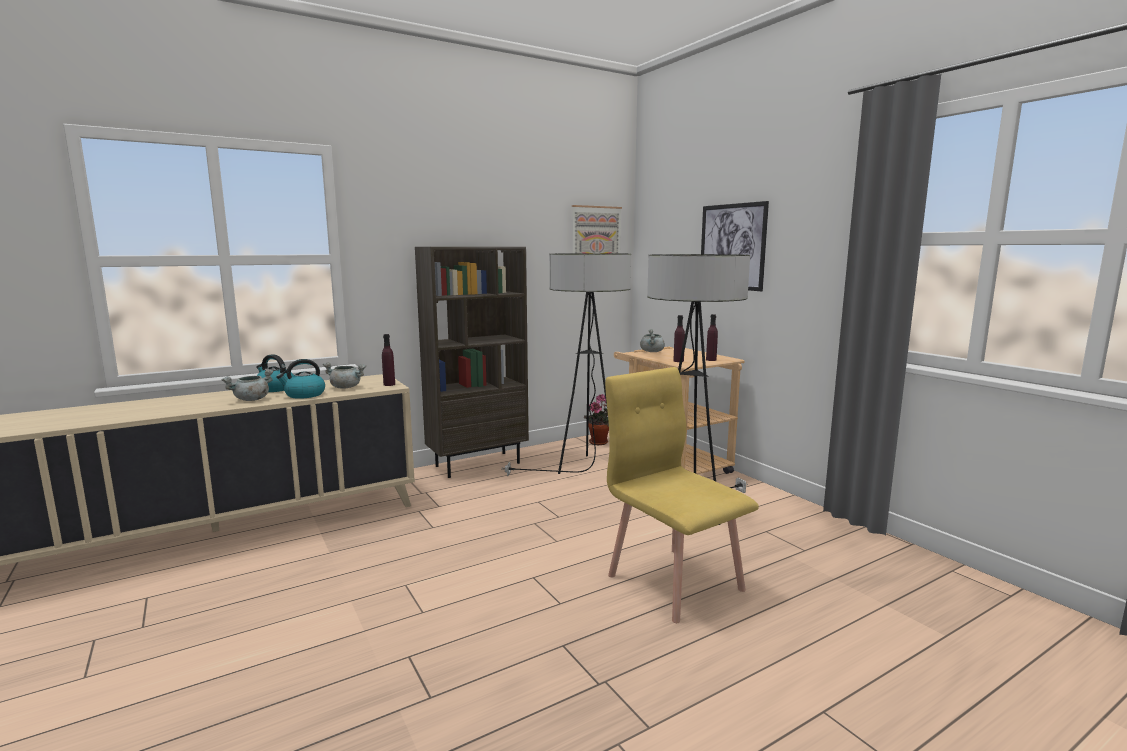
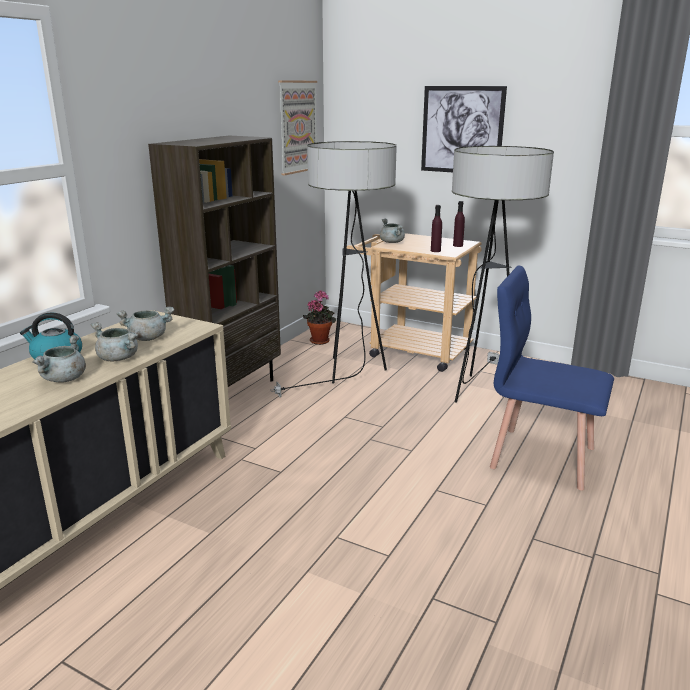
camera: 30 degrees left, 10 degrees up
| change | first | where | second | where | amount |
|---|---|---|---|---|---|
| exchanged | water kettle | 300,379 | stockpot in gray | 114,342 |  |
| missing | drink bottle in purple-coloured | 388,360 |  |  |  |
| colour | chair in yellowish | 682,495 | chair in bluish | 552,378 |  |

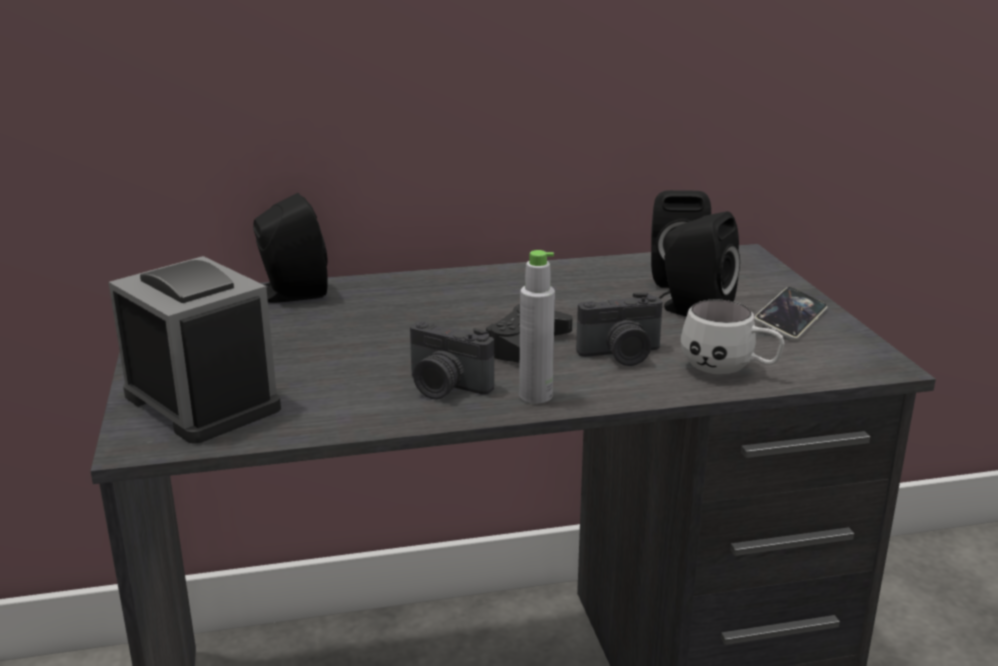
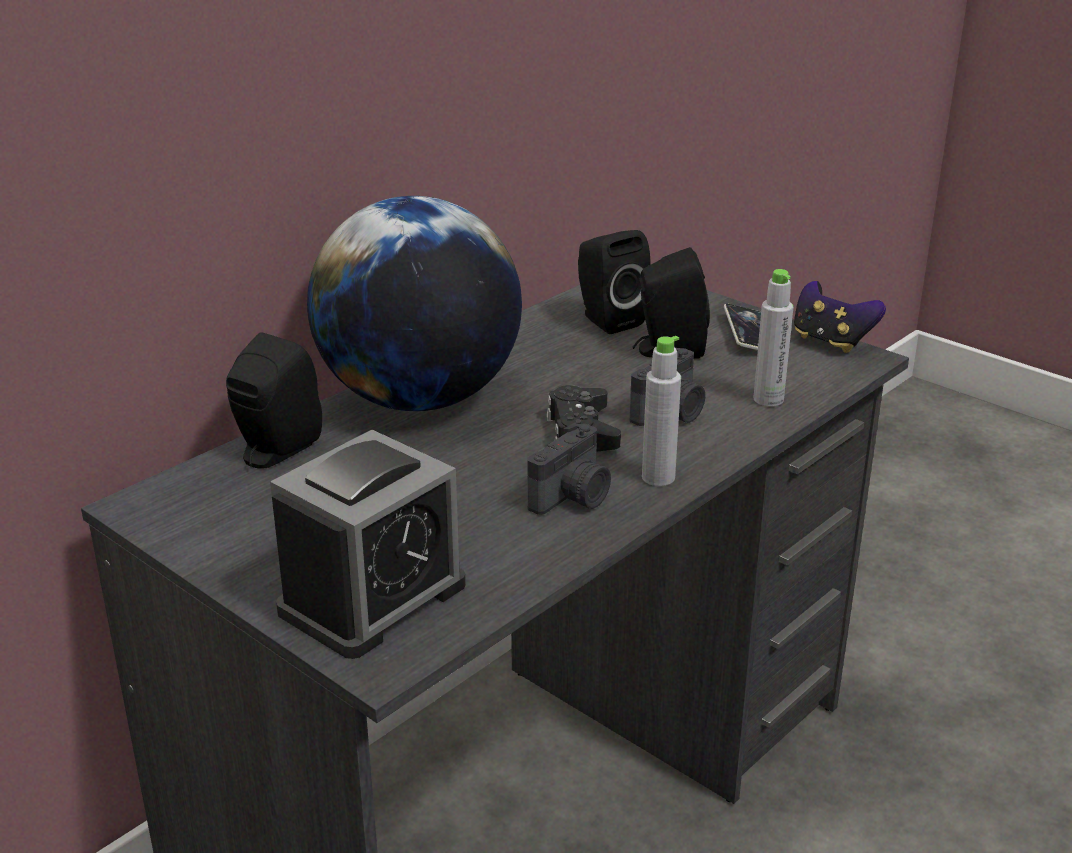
camera: 35 degrees left, 5 degrees up
| change | first | where | second | where | amount |
|---|---|---|---|---|---|
| spun | bedside clock | 195,350 |  | 368,544 | 120 degrees clockwise |
| spun | photo camera | 452,360 |  | 569,468 | 45 degrees counterclockwise |
| exchanged | tea mug in whitish | 733,336 | drink bottle in gray | 773,338 |  |
| appeared |  |  | globe | 414,303 |  |
| appeared |  |  | gamepad | 840,317 |  |

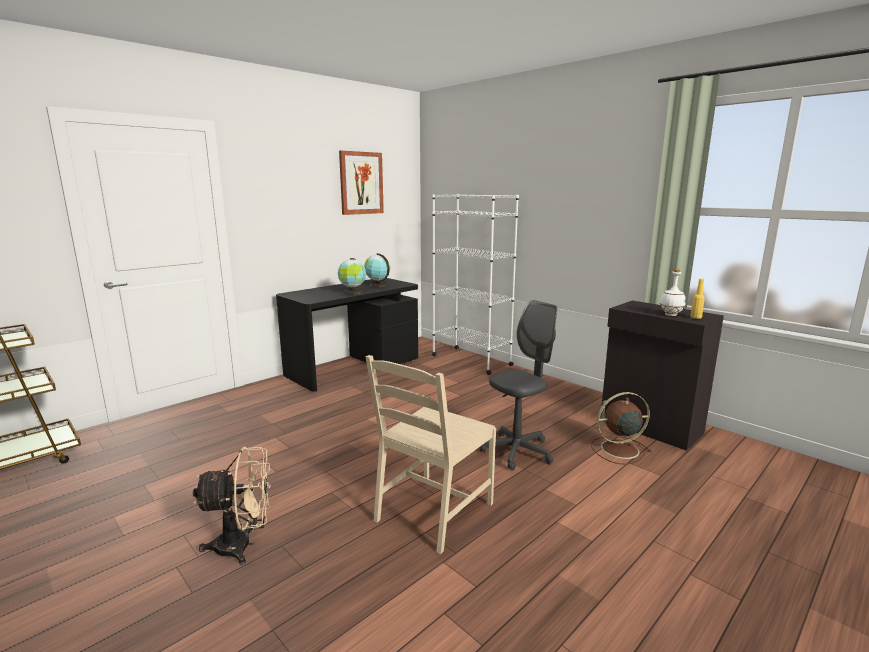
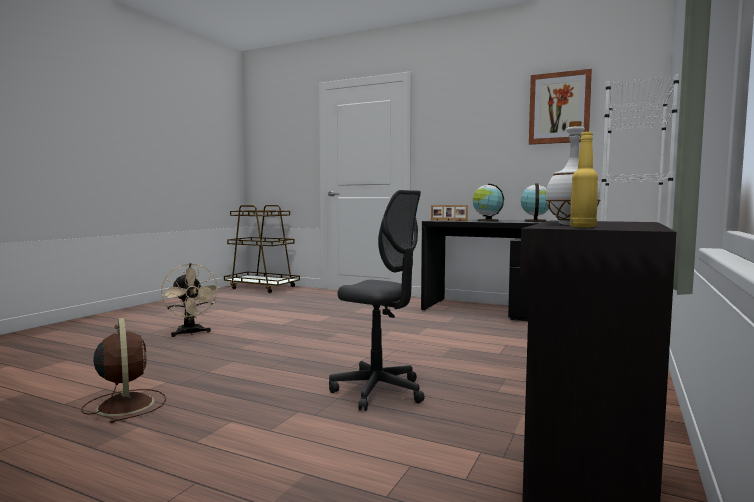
camera: 70 degrees right, 10 degrees down
| change | first | where | second | where | amount |
|---|---|---|---|---|---|
| missing | chair in beige | 430,454 |  |  |  |
| relocated | electric fan in brownish | 621,428 |  | 123,370 |  |
| appeared |  |  | photo frame | 449,213 |  |

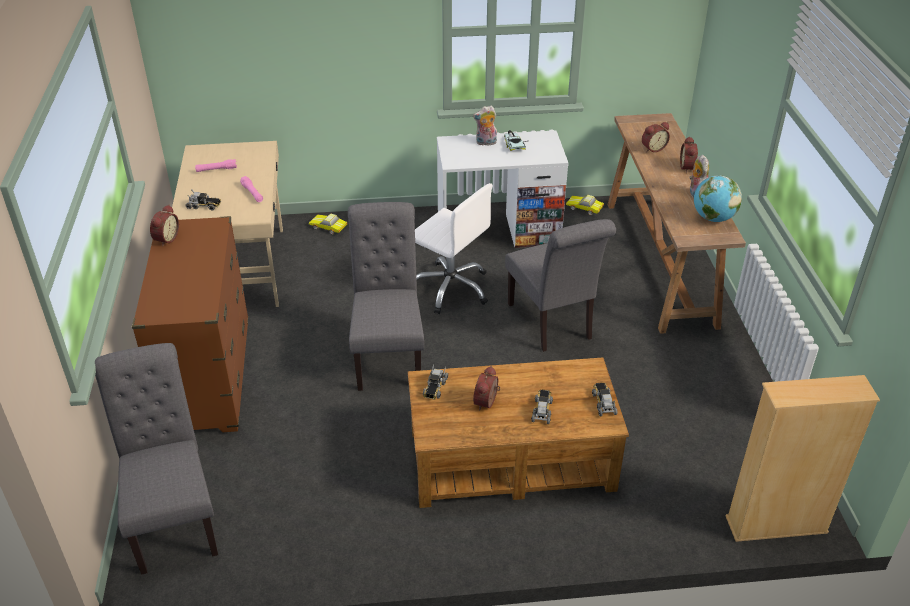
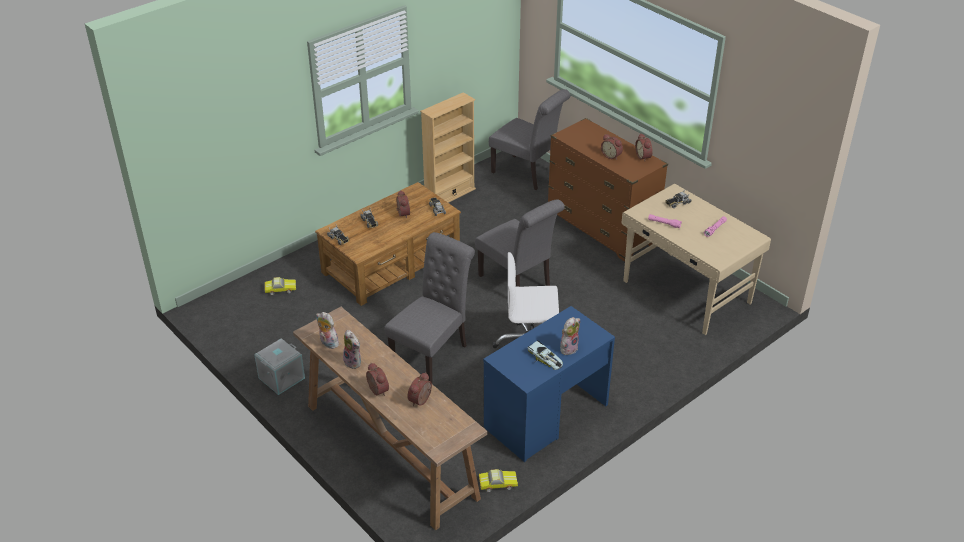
camera: 145 degrees right, 0 degrees up
| change | first | where | second | where | amount |
|---|---|---|---|---|---|
| relocated | model car | 328,224 |  | 280,286 |  |
| colour | desk table in whitish | 503,189 | desk table in bluish | 549,384 |  |
| spun | chair in gray | 560,285 |  | 429,307 | 90 degrees clockwise |
| exchanged | globe | 718,198 | cuddly toy | 327,330 |  |
| relocated | shelving unit in beige | 803,458 |  | 448,147 |  |
| appeared |  |  | storage box in gray | 279,366 |  |
| appeared |  |  | bedside clock | 612,147 |  |

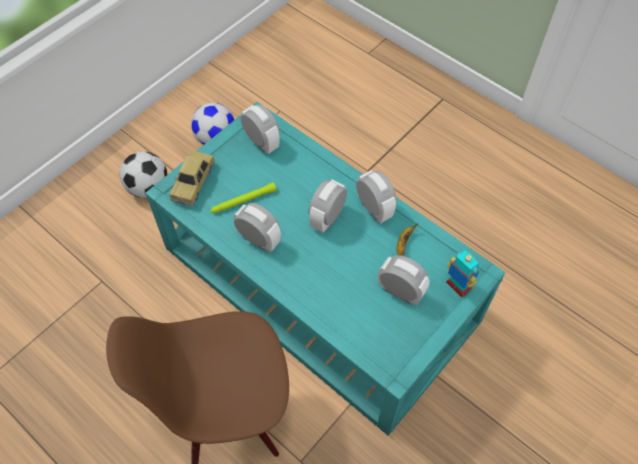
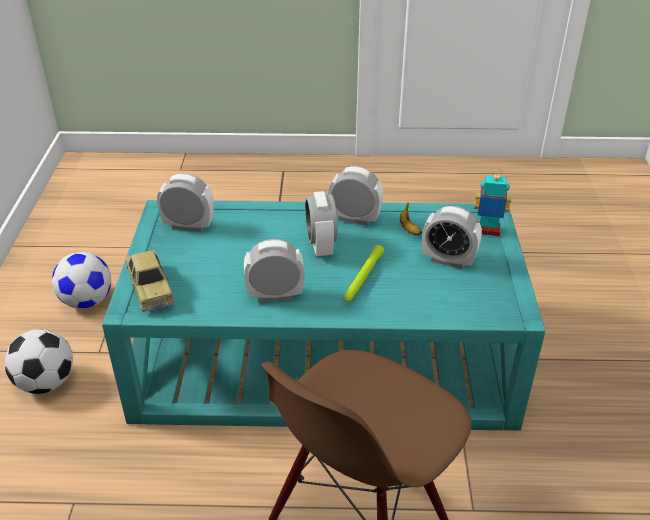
camera: 40 degrees left, 20 degrees down
| change | first | where | second | where | amount |
|---|---|---|---|---|---|
| relocated | flashlight in greenish | 243,197 |  | 364,273 |  |
| spun | bedside clock | 404,280 |  | 452,237 | 150 degrees counterclockwise |

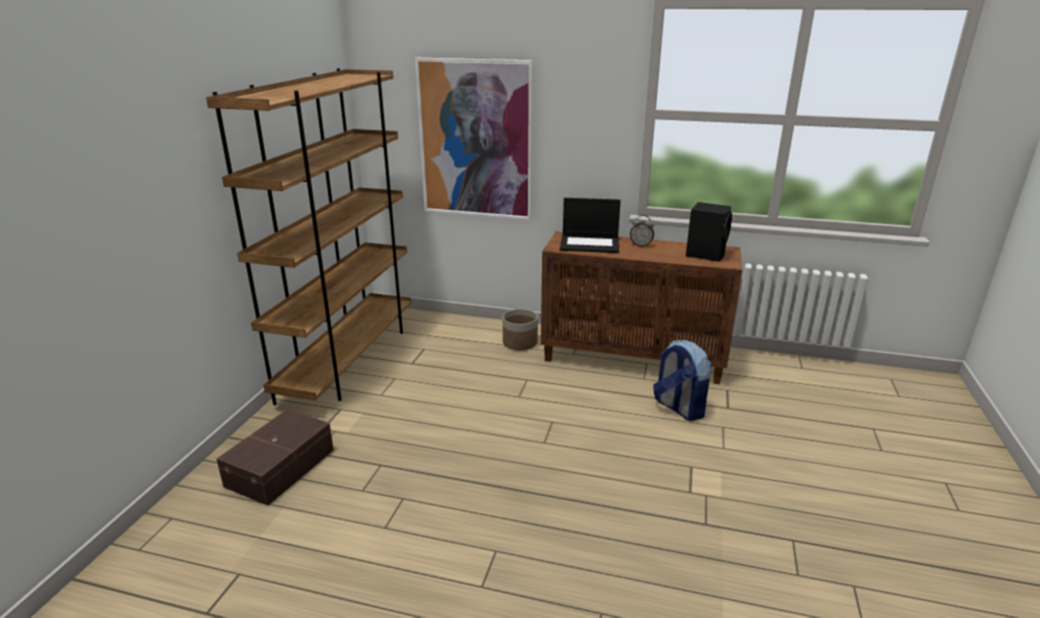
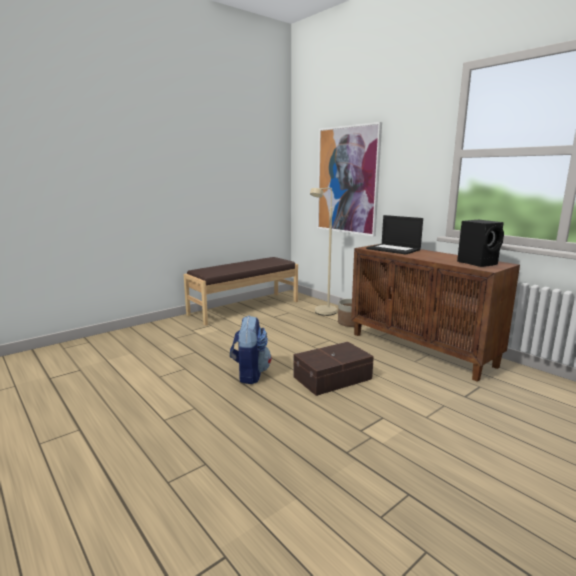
camera: 35 degrees right, 10 degrees down
| change | first | where | second | where | amount |
|---|---|---|---|---|---|
| exchanged | shelving unit in brownish | 308,236 | long seat in brownish | 240,291 |  |
| relocated | storage box in brownish | 275,457 |  | 334,369 |  |
| missing | bedside clock | 642,231 |  |  |  |
| relocated | knapsack | 682,380 |  | 250,350 |  |
| appeared |  |  | standard lamp in beige | 323,252 |  |

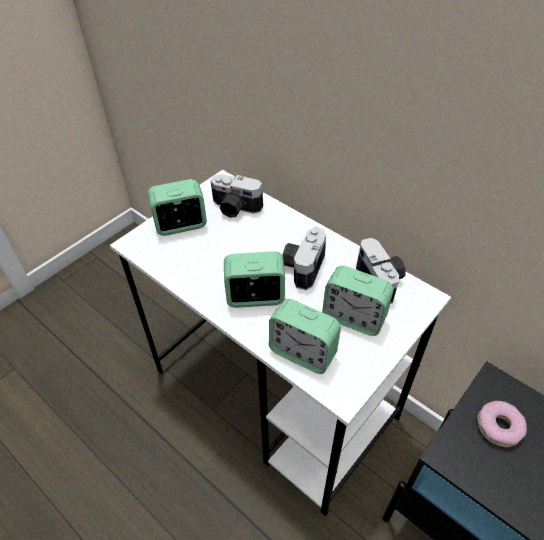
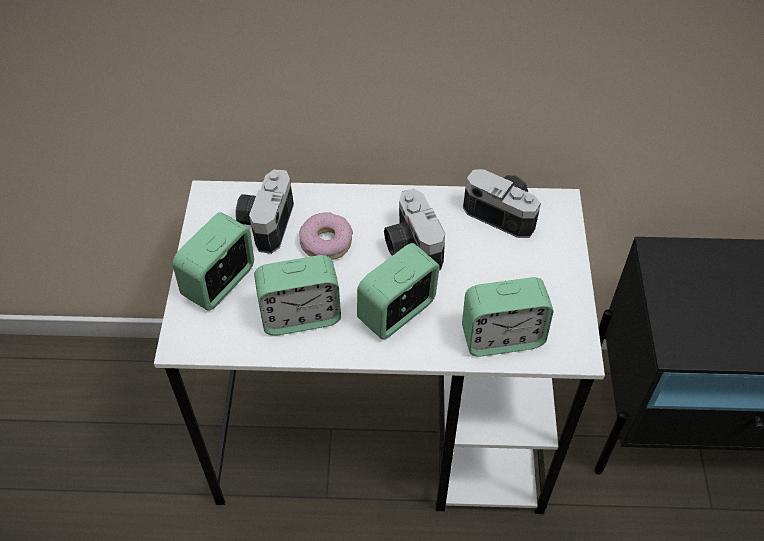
camera: 40 degrees left, 5 degrees up
| change | first | where | second | where | amount |
|---|---|---|---|---|---|
| spun | photo camera | 237,196 |  | 265,211 | 120 degrees clockwise |
| relocated | bedside clock | 358,301 |  | 297,295 |  |
| relocated | doughnut | 502,424 |  | 326,236 |  |

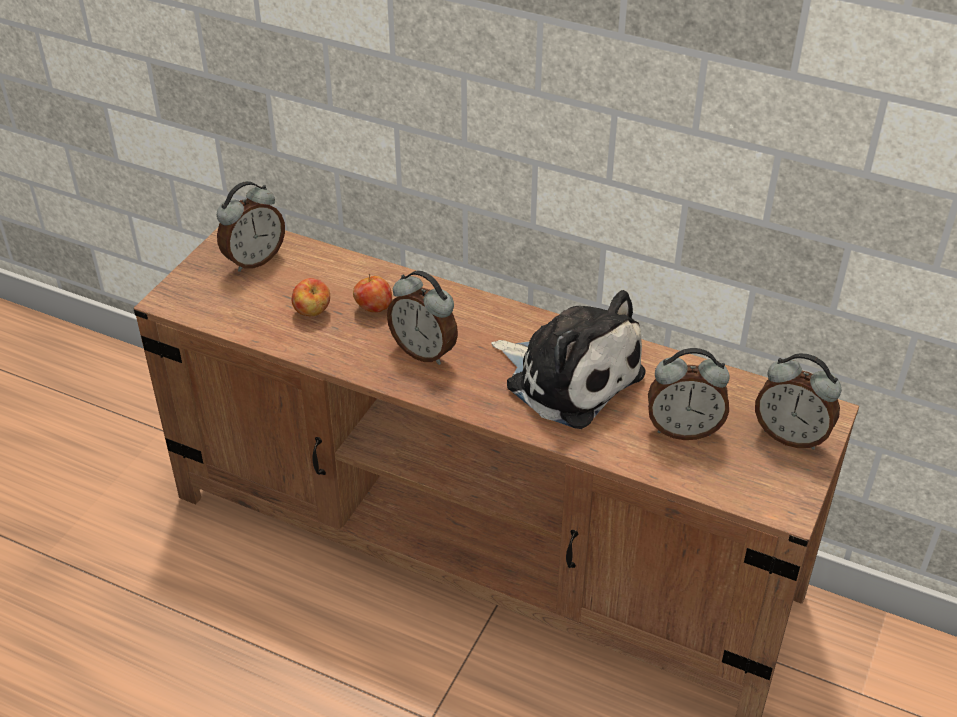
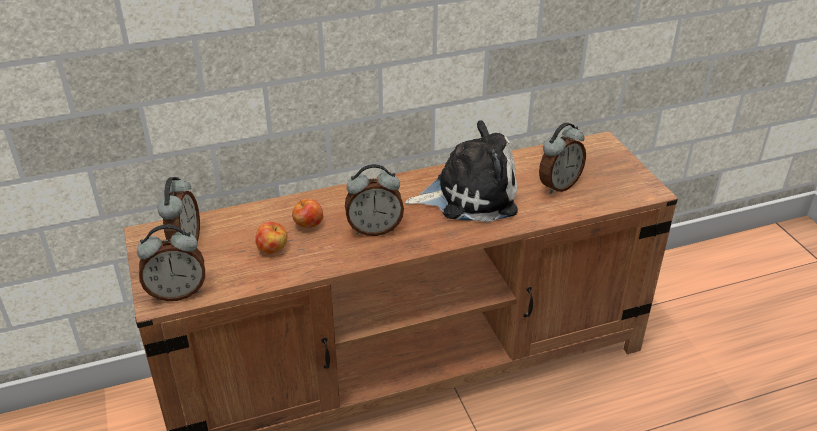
camera: 45 degrees left, 5 degrees down
| change | first | where | second | where | amount |
|---|---|---|---|---|---|
| relocated | bedside clock | 798,401 |  | 171,263 |  |

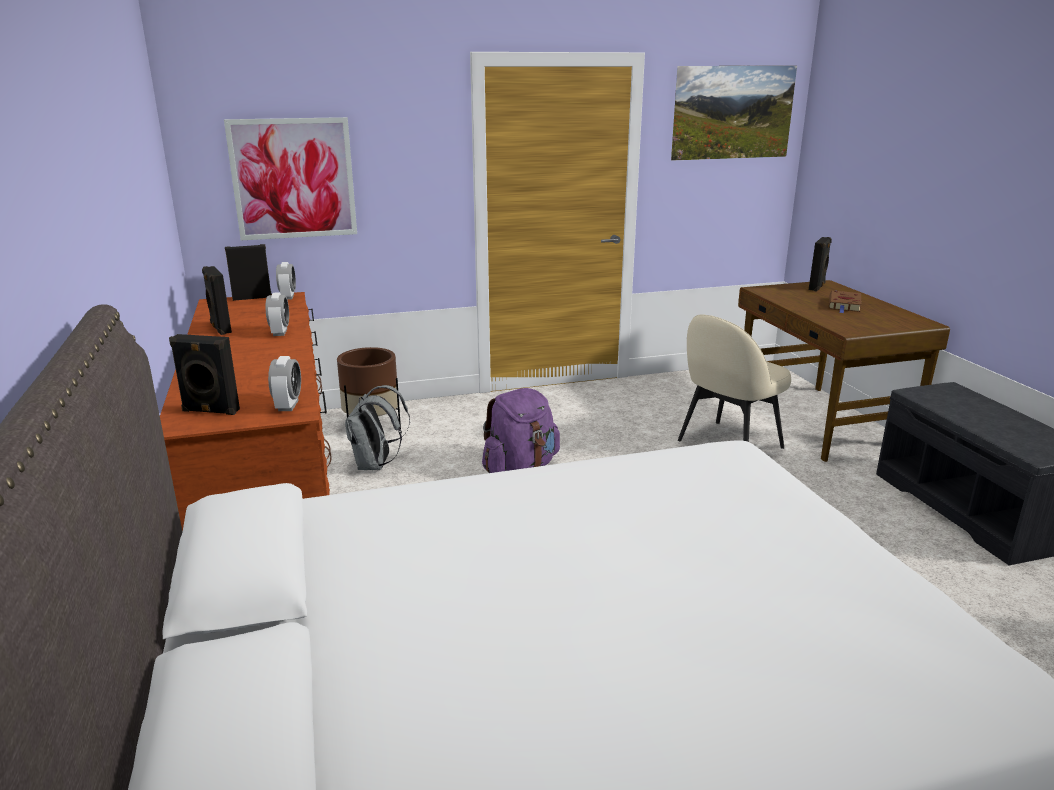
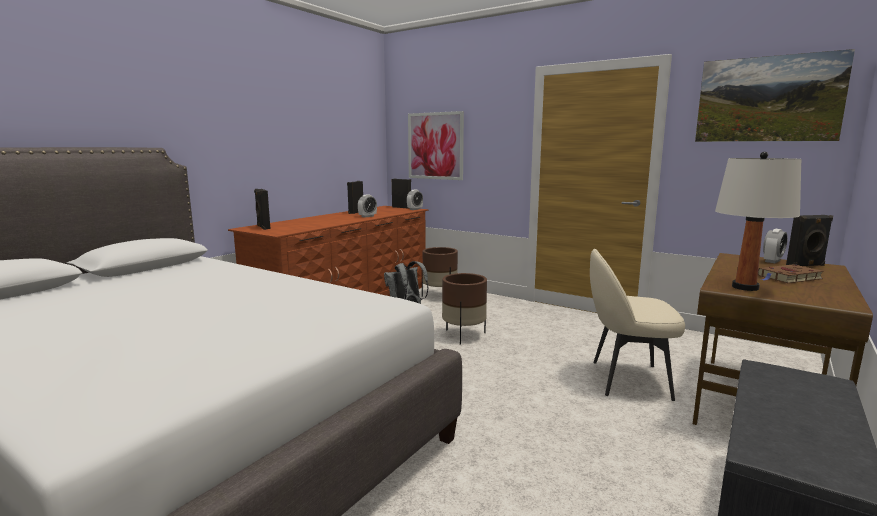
camera: 50 degrees right, 10 degrees down
| change | first | where | second | where | amount |
|---|---|---|---|---|---|
| relocated | bedside clock | 284,383 |  | 775,246 |  |
| exchanged | knapsack in purple-coloured | 521,430 | plant pot in brownish | 464,309 |  |
| appeared |  |  | tabletop lamp in whitish | 758,221 |  |

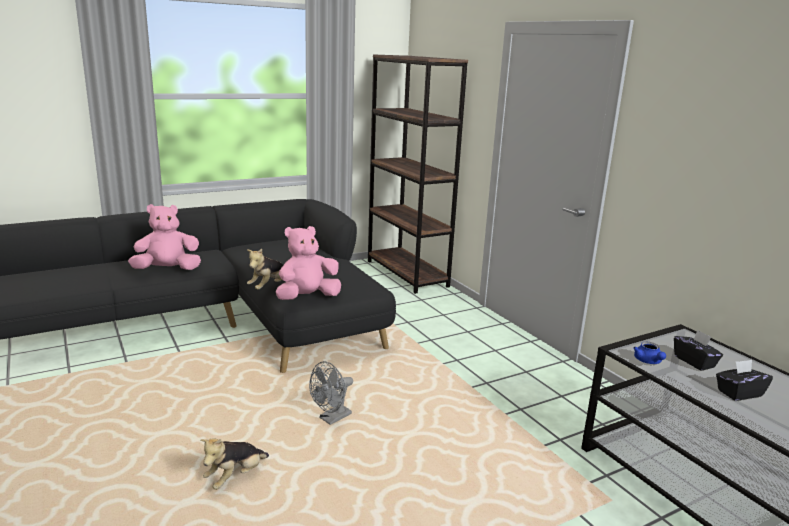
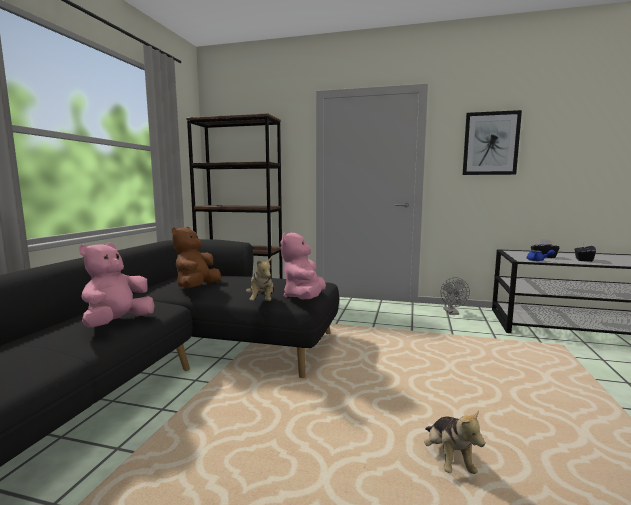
camera: 45 degrees left, 10 degrees down
| change | first | where | second | where | amount |
|---|---|---|---|---|---|
| relocated | electric fan in gray | 331,393 |  | 455,296 |  |
| appeared |  |  | cuddly toy in brownish | 196,257 |  |
| appeared |  |  | picture | 492,142 |  |

